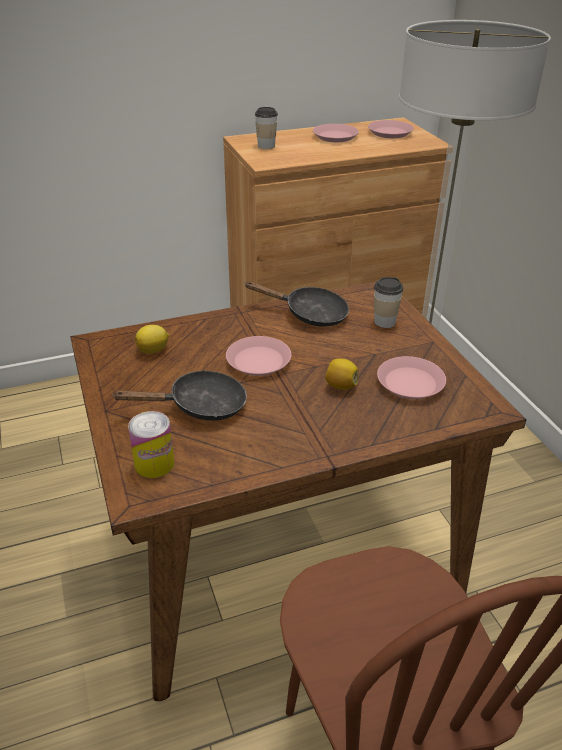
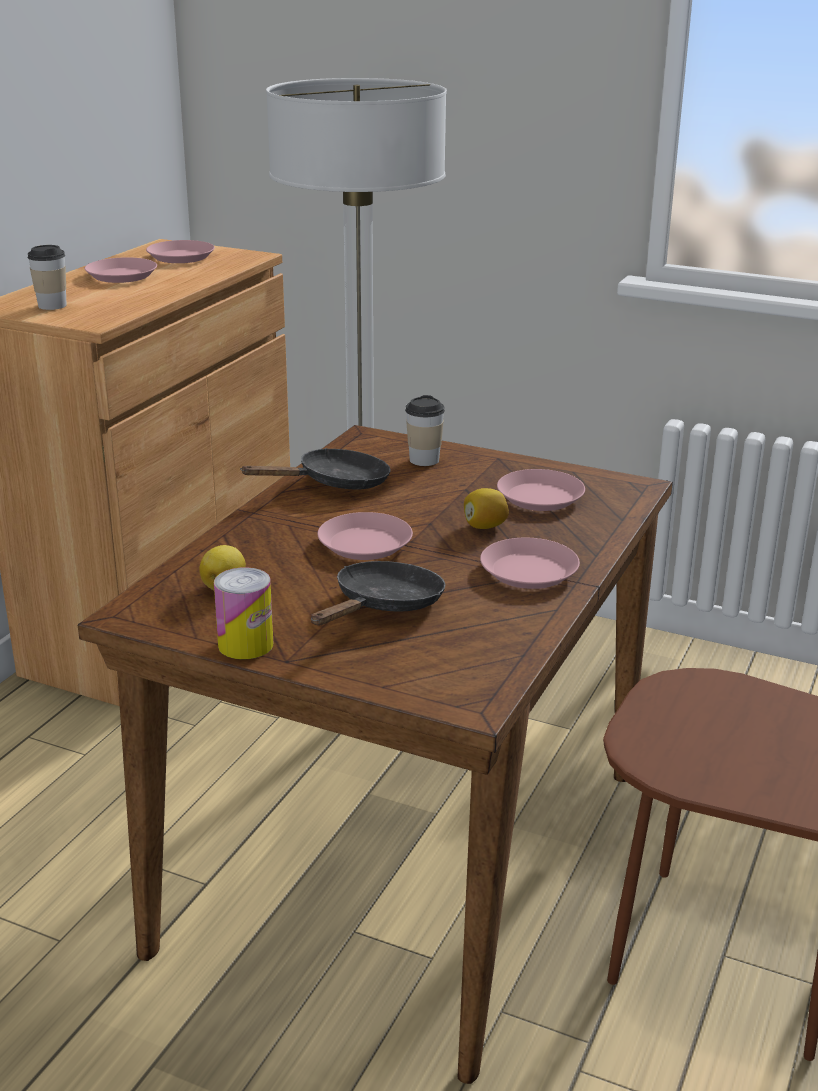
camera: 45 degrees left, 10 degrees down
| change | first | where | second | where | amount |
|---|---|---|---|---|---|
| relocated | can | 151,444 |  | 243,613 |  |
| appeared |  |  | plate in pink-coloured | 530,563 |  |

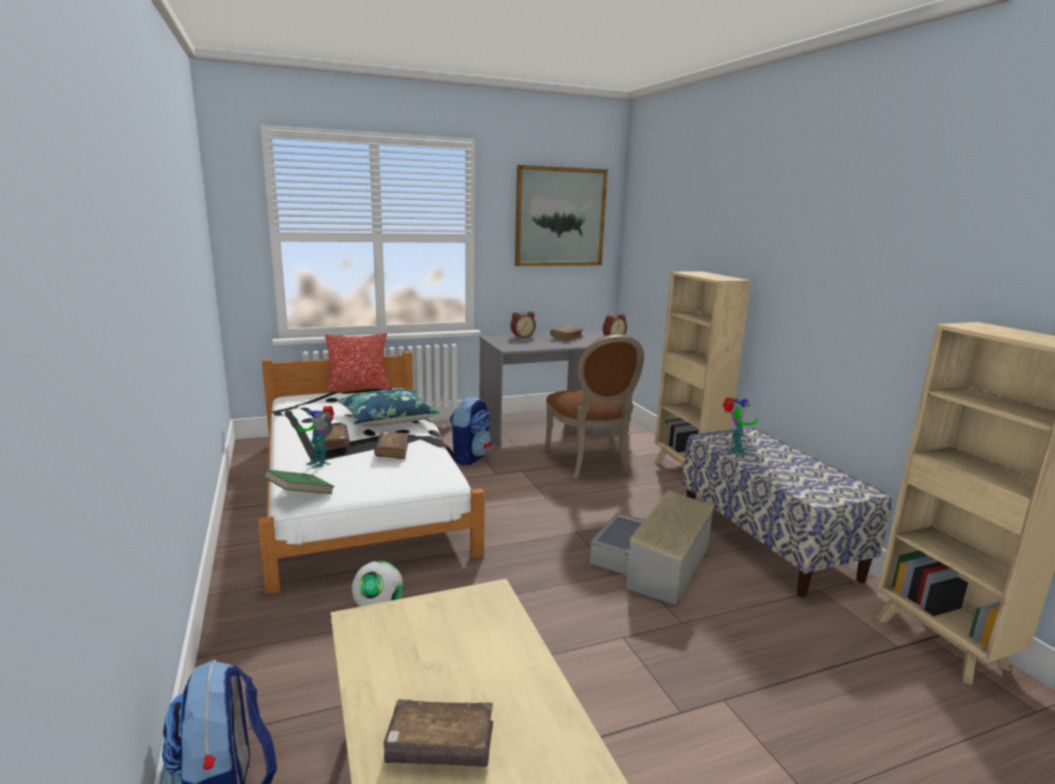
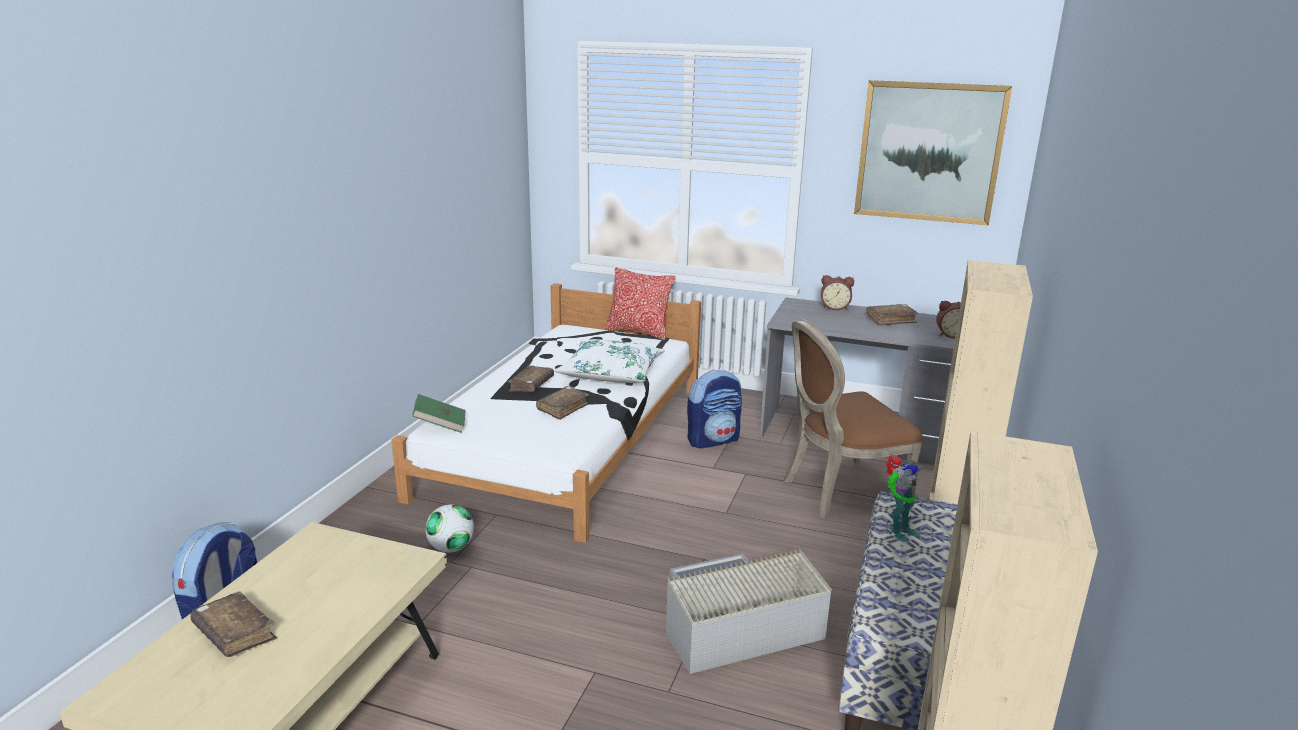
camera: 40 degrees right, 5 degrees up
| change | first | where | second | where | amount |
|---|---|---|---|---|---|
| missing | robot figure | 316,437 |  |  |  |
| colour | cushion in bluish | 389,408 | cushion in whitish | 609,361 |  |
| spun | chair in brownish | 594,406 |  | 853,419 | 45 degrees clockwise |

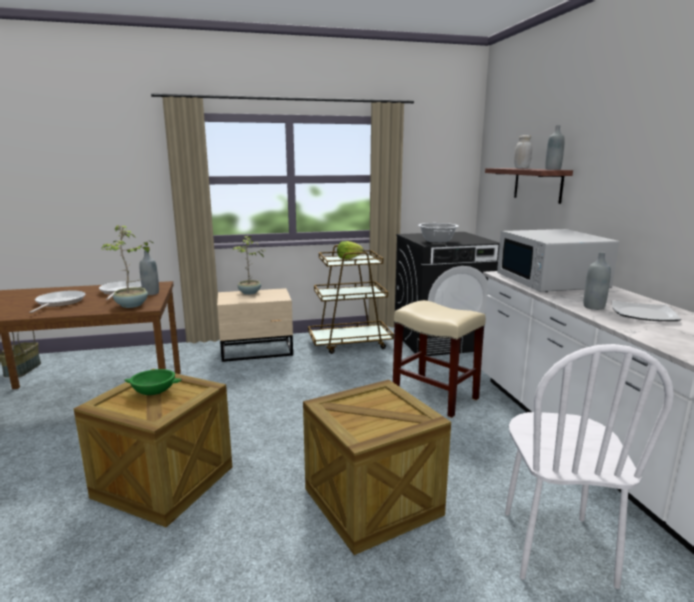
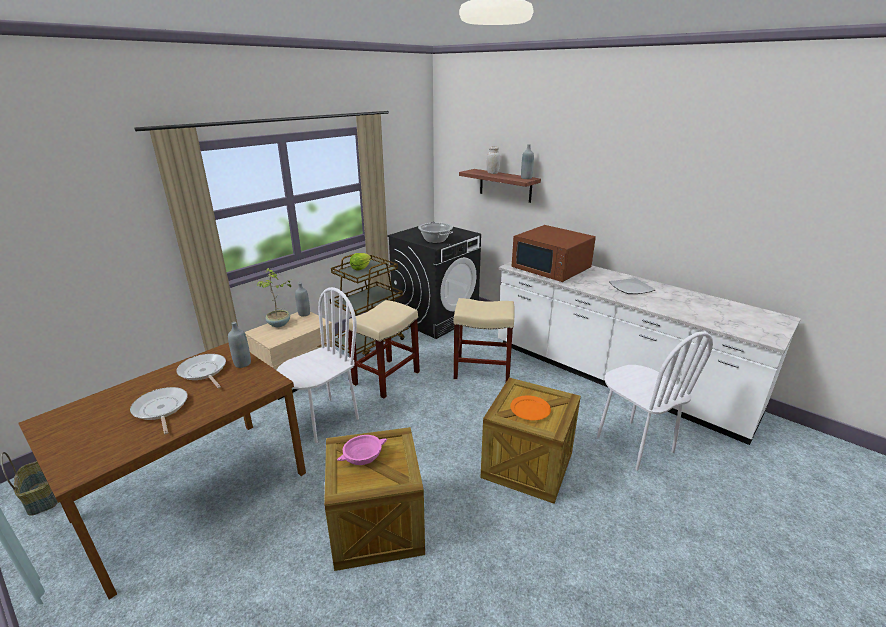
camera: 35 degrees left, 10 degrees up
| change | first | where | second | where | amount |
|---|---|---|---|---|---|
| missing | houseplant | 128,266 |  |  |  |
| colour | deep dish in greenish | 153,382 | deep dish in pink-coloured | 362,450 |  |
| colour | kitchen microwave in whitish | 558,260 | kitchen microwave in brownish | 554,253 |  |
| relocated | drink bottle in gray | 597,281 |  | 302,299 |  |
| appeared |  |  | chair in whitish | 318,365 |  |
| appeared |  |  | stool seat in beige | 384,349 |  |
| appeared |  |  | plate in orange | 530,407 |  |

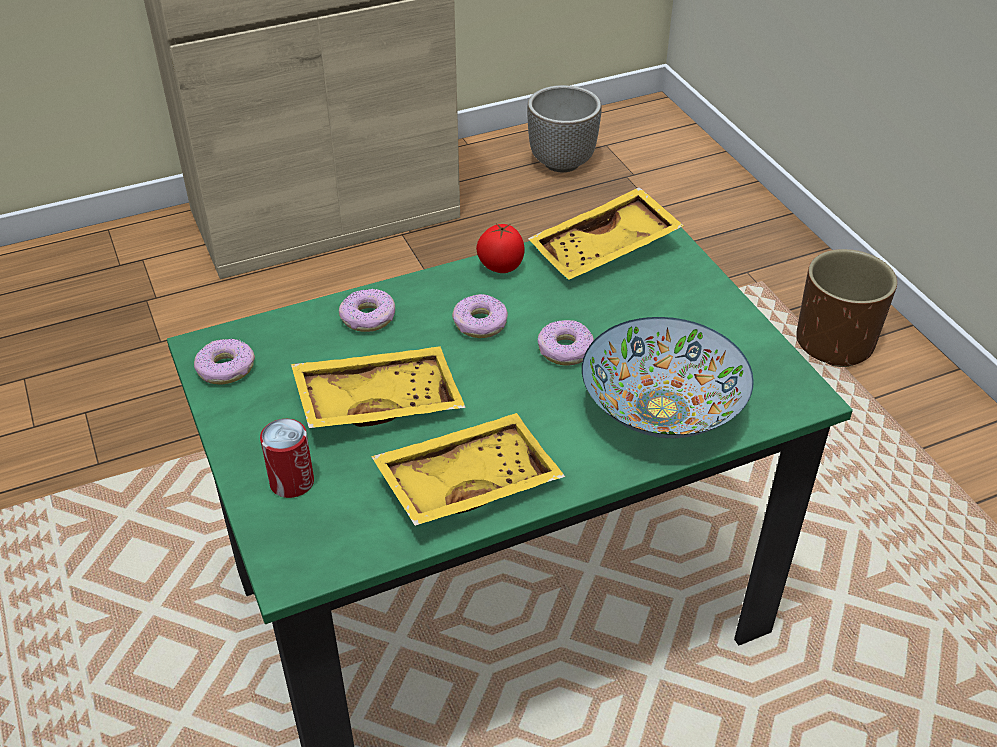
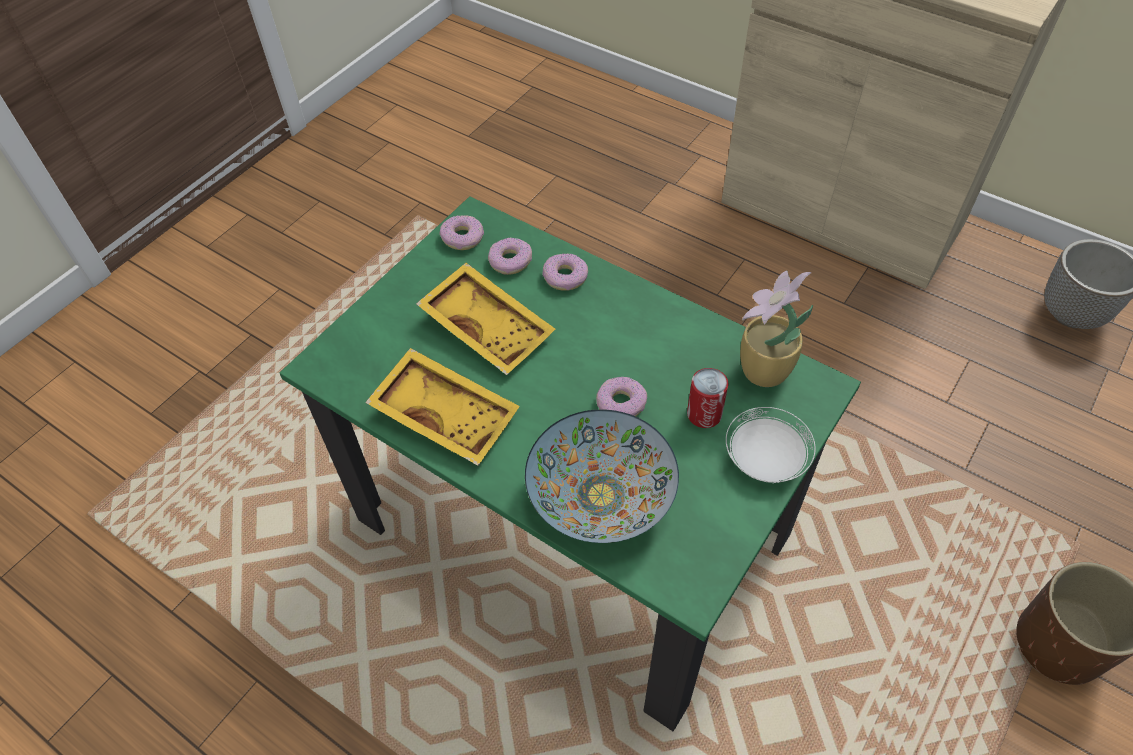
camera: 60 degrees right, 10 degrees up
| change | first | where | second | where | amount |
|---|---|---|---|---|---|
| relocated | can | 287,458 |  | 707,398 |  |
| relocated | doughnut | 480,316 |  | 510,256 |  |
| missing | fresh tomato | 500,248 |  |  |  |
| exchanged | serving tray in yellowish | 606,233 | houseplant | 776,328 |  |
| appeared |  |  | plate in whitish | 771,445 |  |

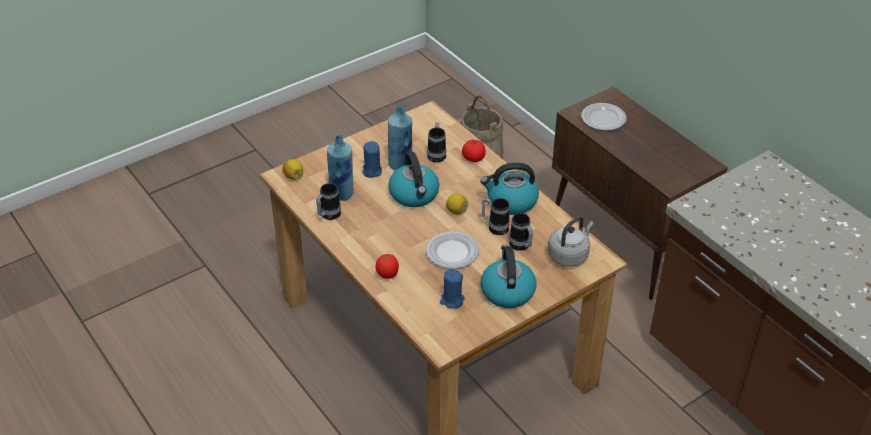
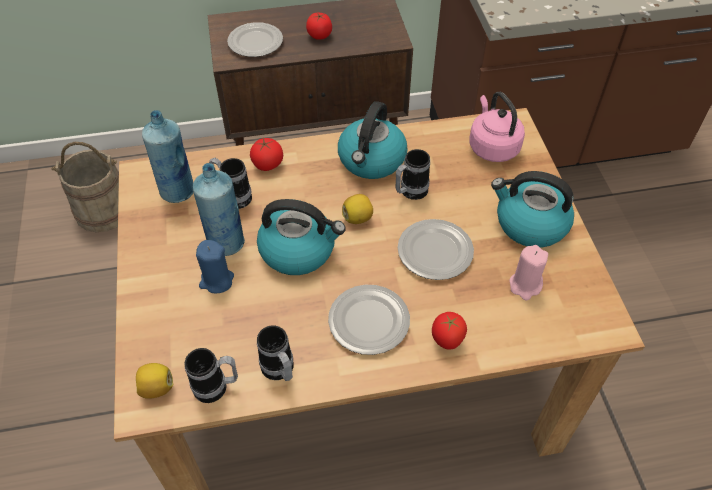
camera: 65 degrees left, 10 degrees up
| change | first | where | second | where | amount |
|---|---|---|---|---|---|
| relocated | drink bottle in bluish | 340,168 |  | 168,156 |  |
| colour | candle in bluish | 452,289 | candle in pink-coloured | 529,272 |  |
| relocated | tea mug | 521,232 |  | 211,375 |  |
| colour | water kettle in gray | 571,241 | water kettle in pink-coloured | 497,127 |  |
| appeared |  |  | fresh tomato | 319,26 |  |
| appeared |  |  | plate | 369,320 |  |

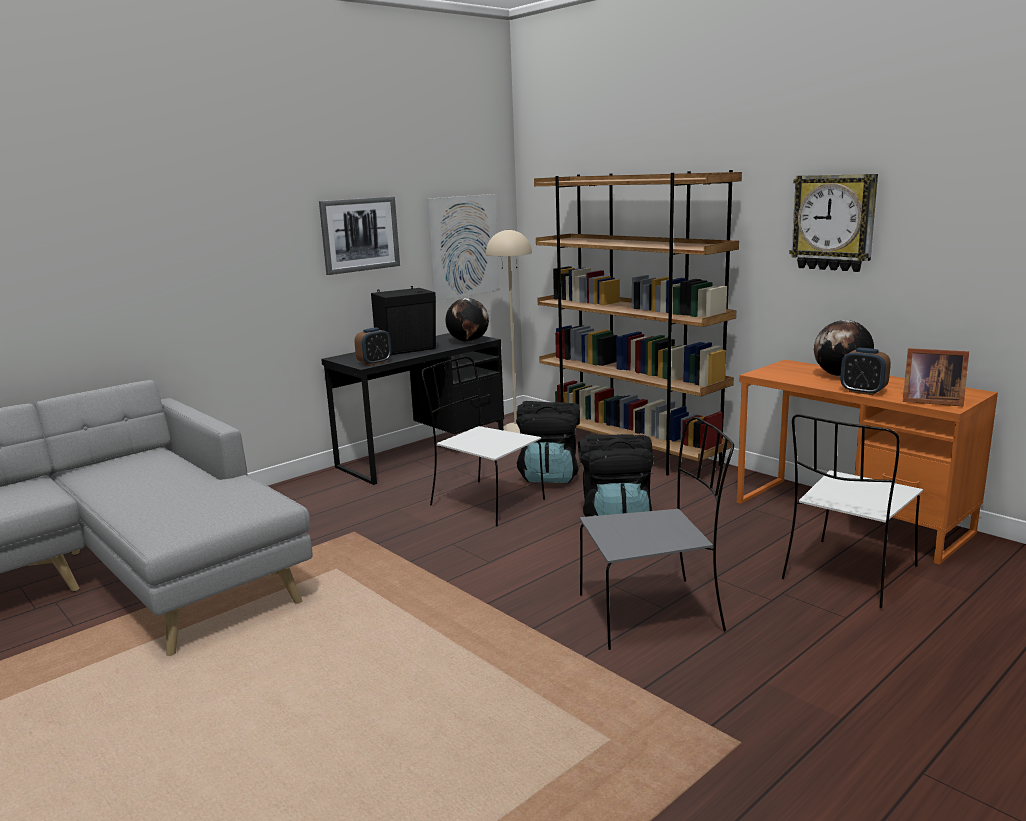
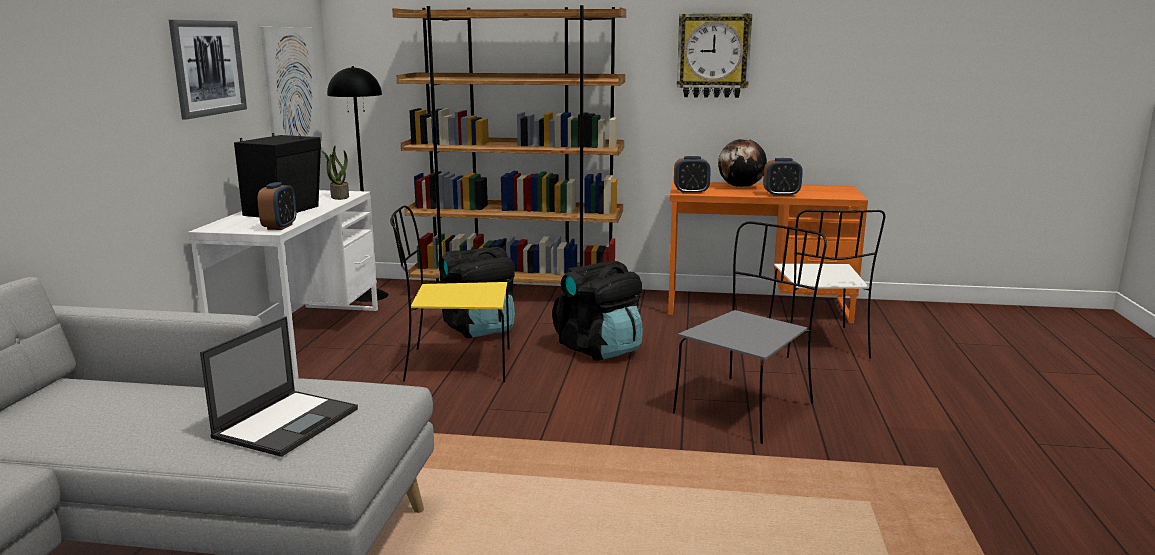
camera: 40 degrees left, 0 degrees up
| change | first | where | second | where | amount |
|---|---|---|---|---|---|
| colour | desk table in black | 412,409 | desk table in whitish | 283,284 |  |
| colour | chair in whitish | 483,441 | chair in yellowish | 450,293 |  |
| exchanged | globe | 467,320 | houseplant | 335,173 |  |
| colour | standard lamp in beige | 509,331 | standard lamp in black | 358,184 |  |
| missing | photo frame | 936,377 |  |  |  |
| appeared |  |  | portable computer | 279,386 |  |
| appeared |  |  | bedside clock | 692,175 |  |

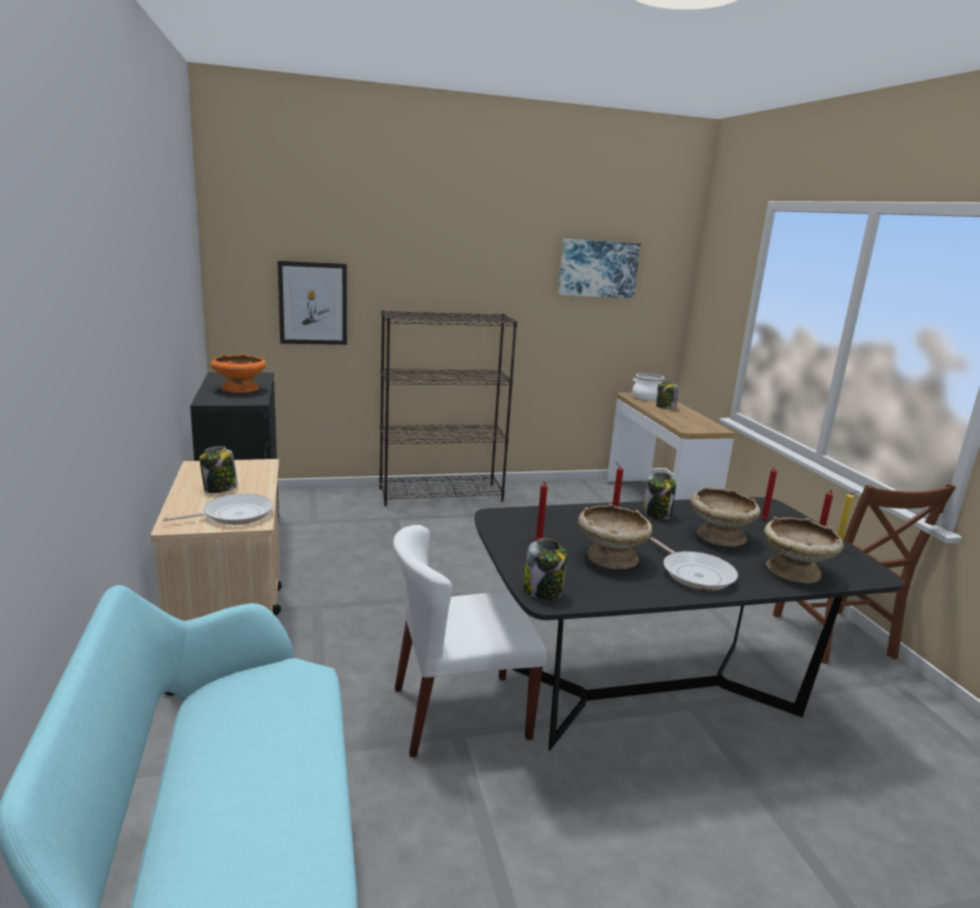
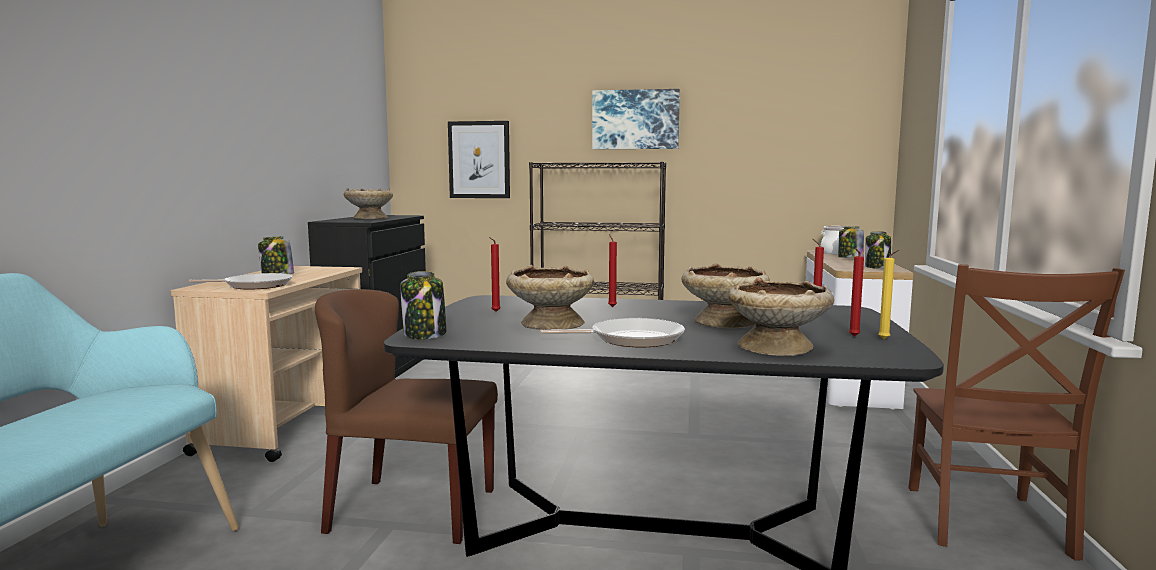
camera: 25 degrees right, 10 degrees down
| change | first | where | second | where | amount |
|---|---|---|---|---|---|
| colour | deep dish in orange | 238,373 | deep dish in beige | 368,203 |  |
| colour | chair in whitish | 470,641 | chair in brownish | 406,416 |  |
| relocated | picture | 599,268 |  | 636,119 |  |
| relocated | storage jar | 659,496 |  | 878,250 |  |
| spun | skillet | 694,563 |  | 613,332 | 90 degrees counterclockwise |

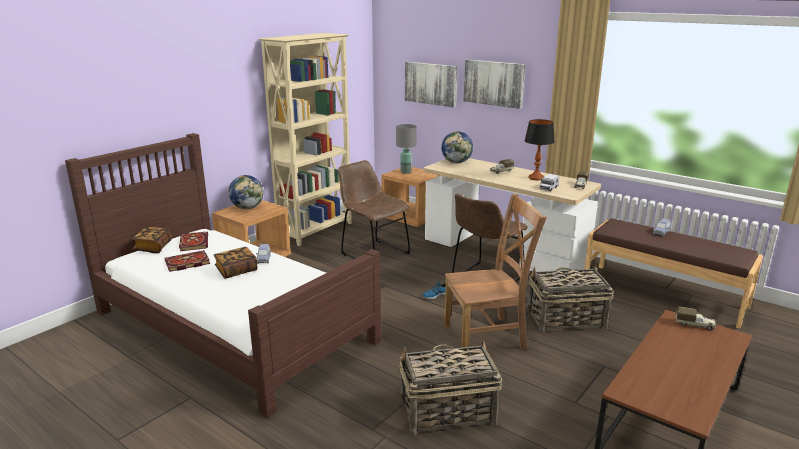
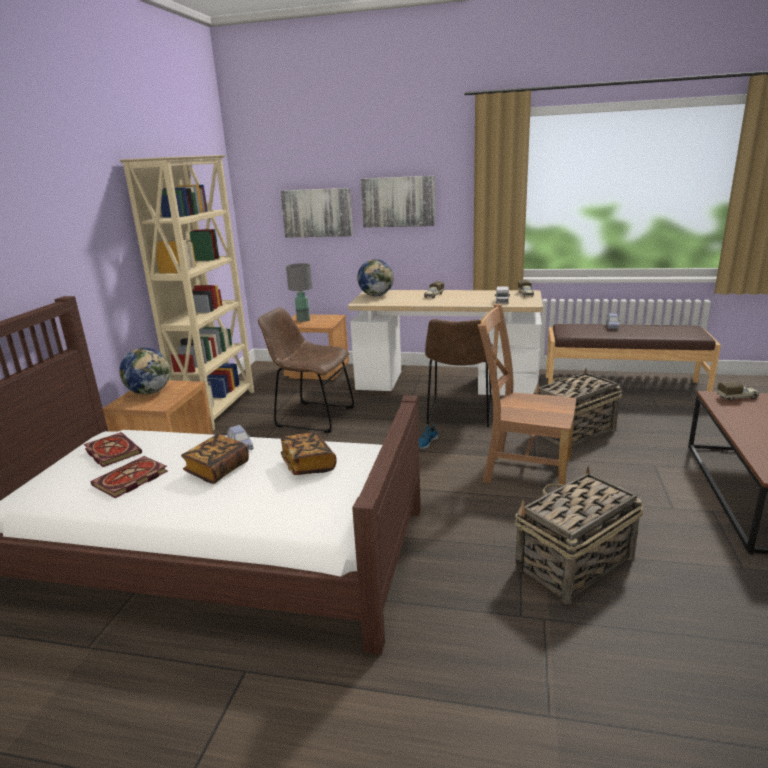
camera: 25 degrees left, 0 degrees up
| change | first | where | second | where | amount |
|---|---|---|---|---|---|
| relocated | bound book | 152,240 |  | 309,453 |  |
| spun | chair in brownish | 495,271 |  | 527,396 | 120 degrees counterclockwise |
| missing | tabletop lamp | 539,149 |  |  |  |

